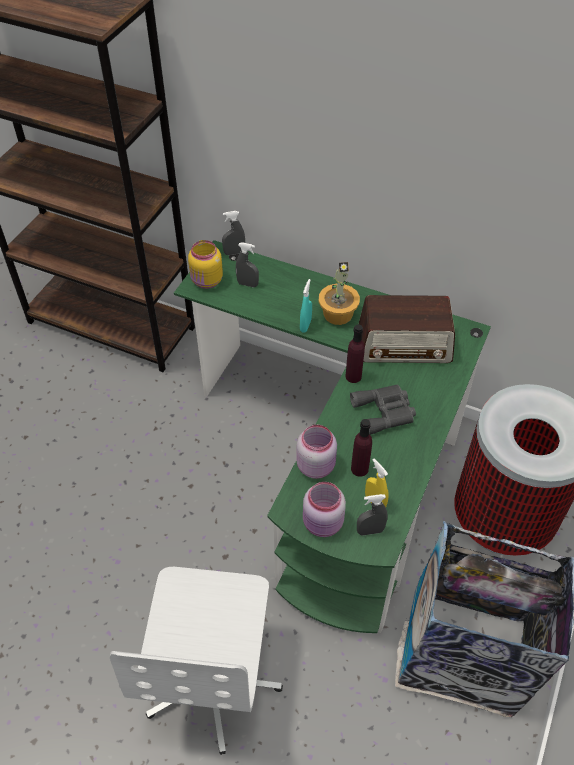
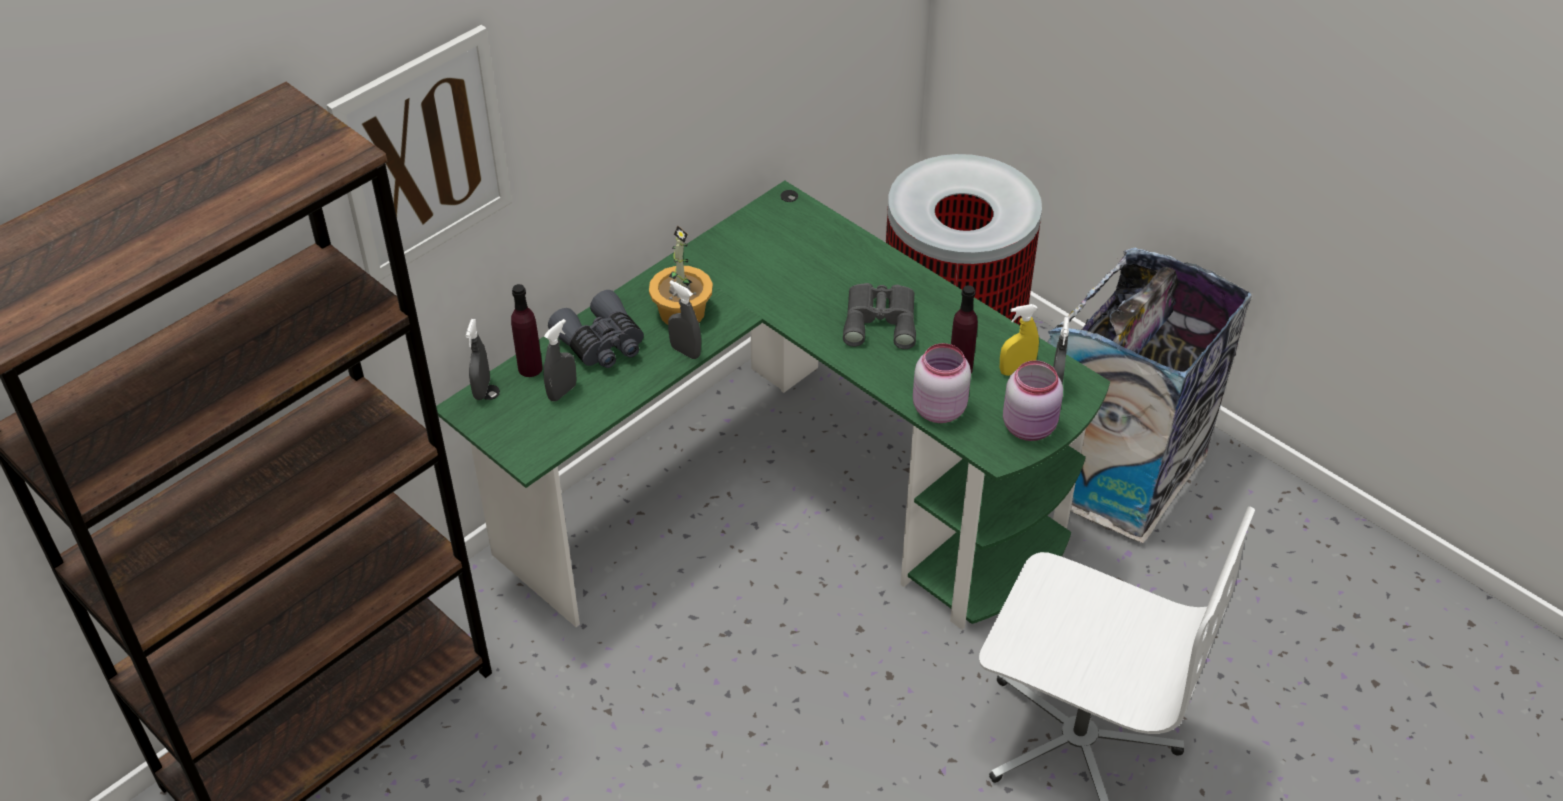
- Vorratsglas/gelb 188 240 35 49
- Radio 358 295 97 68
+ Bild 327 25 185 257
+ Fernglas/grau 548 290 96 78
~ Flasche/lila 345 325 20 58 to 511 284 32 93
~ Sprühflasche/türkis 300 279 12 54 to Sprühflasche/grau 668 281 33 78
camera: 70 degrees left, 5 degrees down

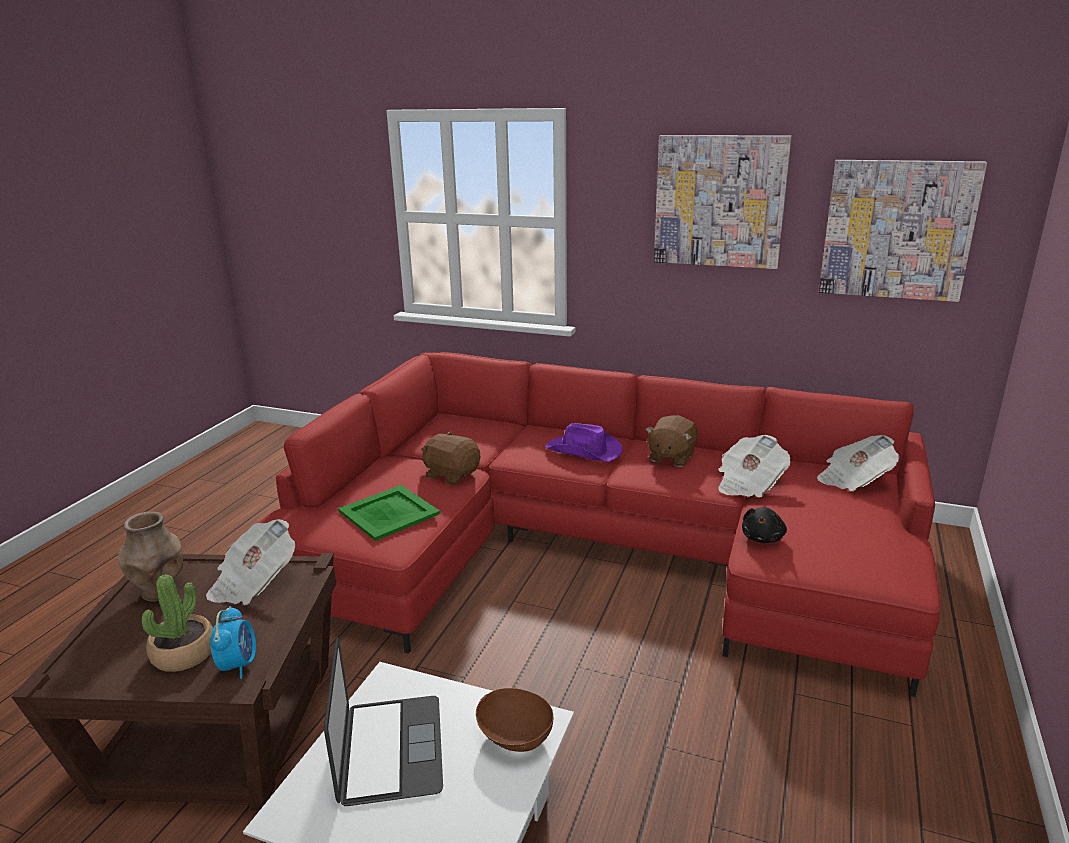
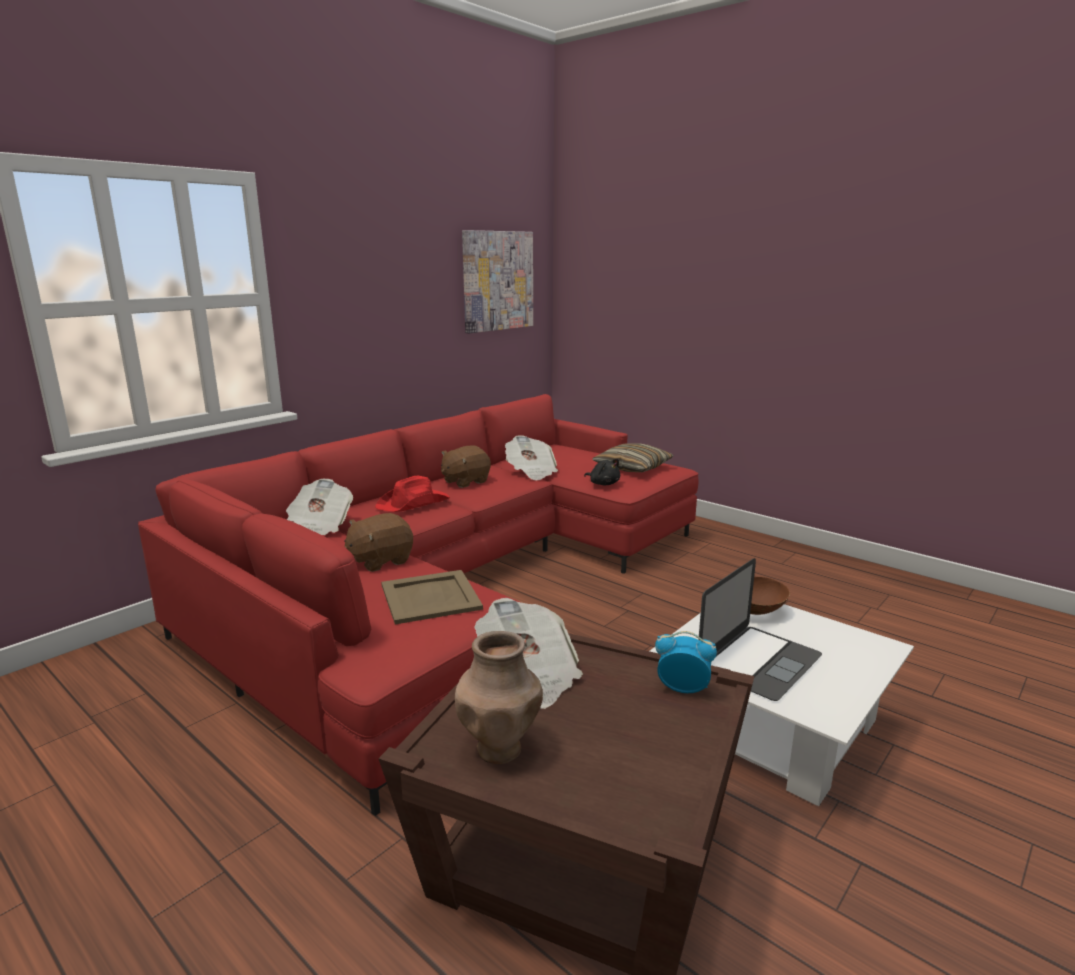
- Topfpflanze 142 574 71 98
- Bild 654 135 138 134
+ Kissen 592 443 82 29
~ Zeitung 817 435 82 56 to 286 479 67 56
~ Tablett/grün 338 485 102 56 to Tablett/beige 381 570 102 54
~ Hut/lila 545 423 77 39 to Hut/rot 375 476 75 36
~ Laptop 324 637 119 169 = 698 558 124 143 120 degrees clockwise
~ Plüschtier/braun 645 415 53 52 = 441 446 50 42 90 degrees clockwise
camera: 70 degrees left, 5 degrees down

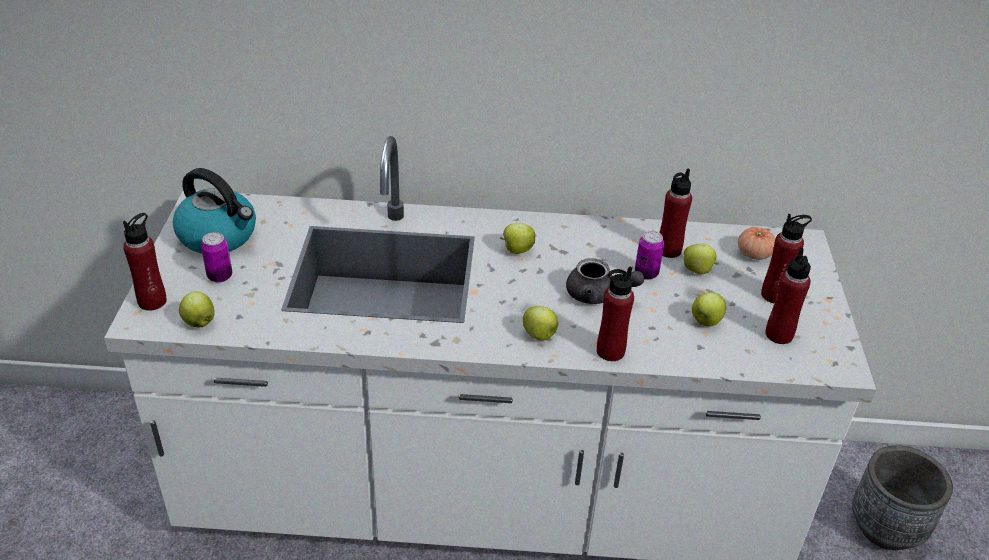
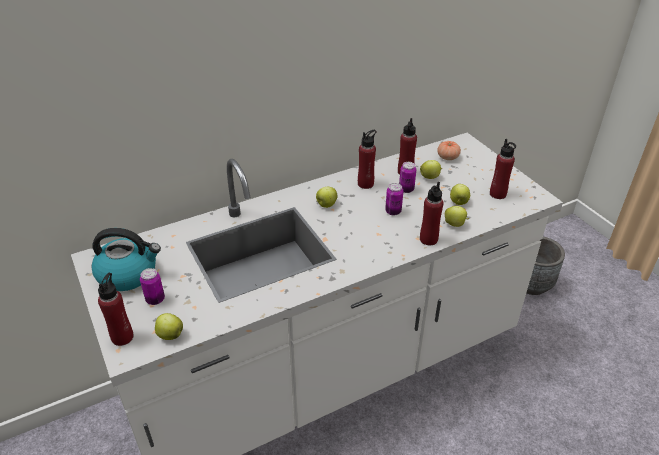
~ Apfel 523 306 35 34 to 445 206 24 21
~ Flasche/rot 761 214 51 89 to 358 130 19 59
~ Teekanne/grau 566 258 78 46 to Dose 385 183 18 32
camera: 30 degrees left, 0 degrees up

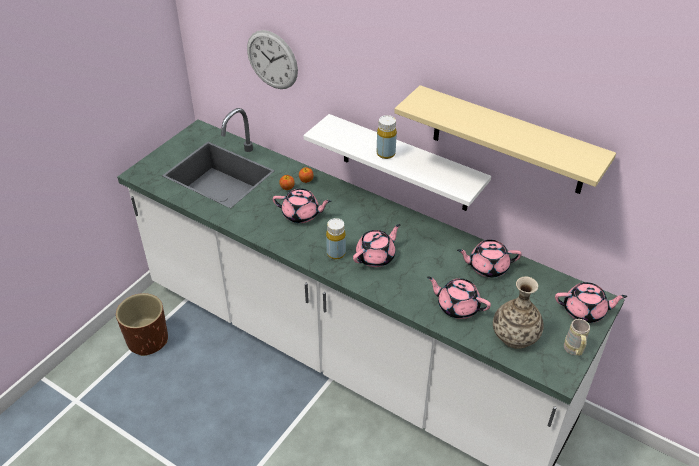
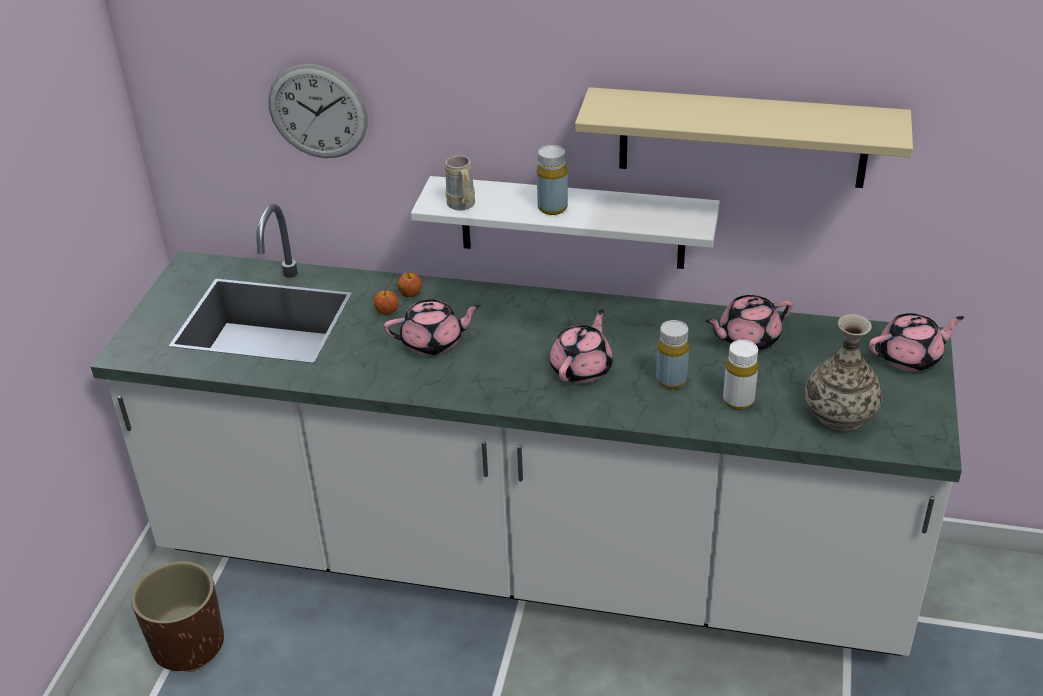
~ Flasche/gelb 326 218 20 41 to 656 320 33 69
~ Henkelbecher/beige 564 319 26 37 to 445 156 30 55
~ Teekanne/rosa 427 277 64 42 to Flasche/weiß 723 340 35 70
camera: 20 degrees left, 5 degrees down

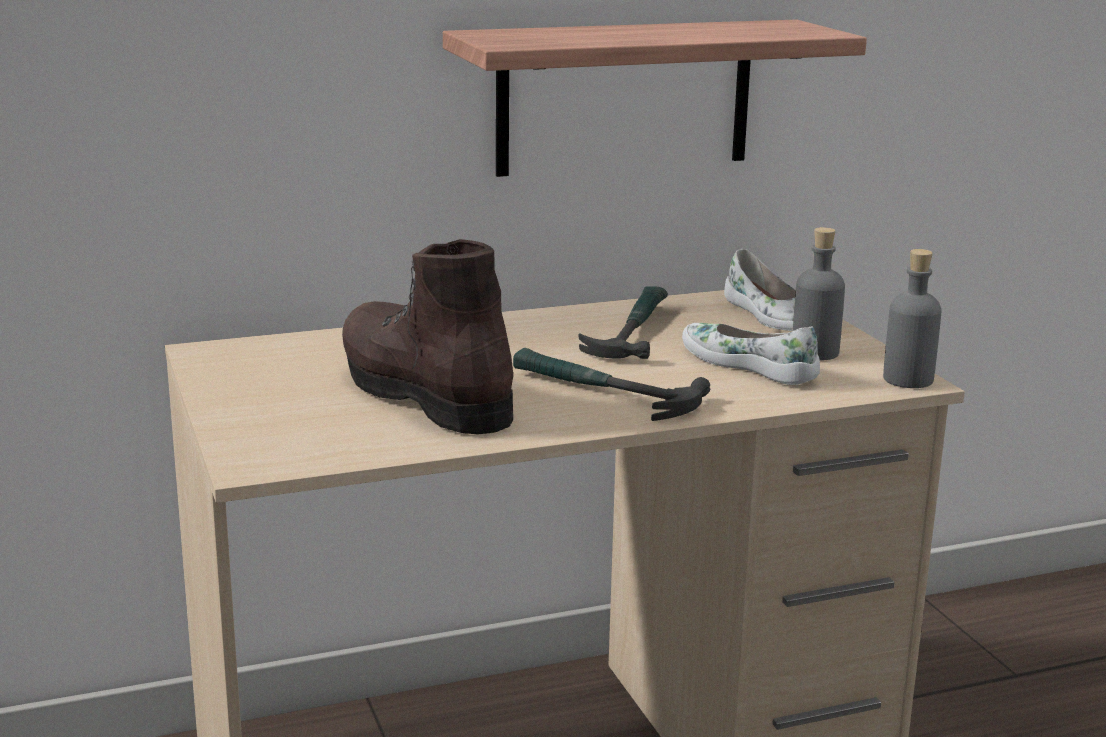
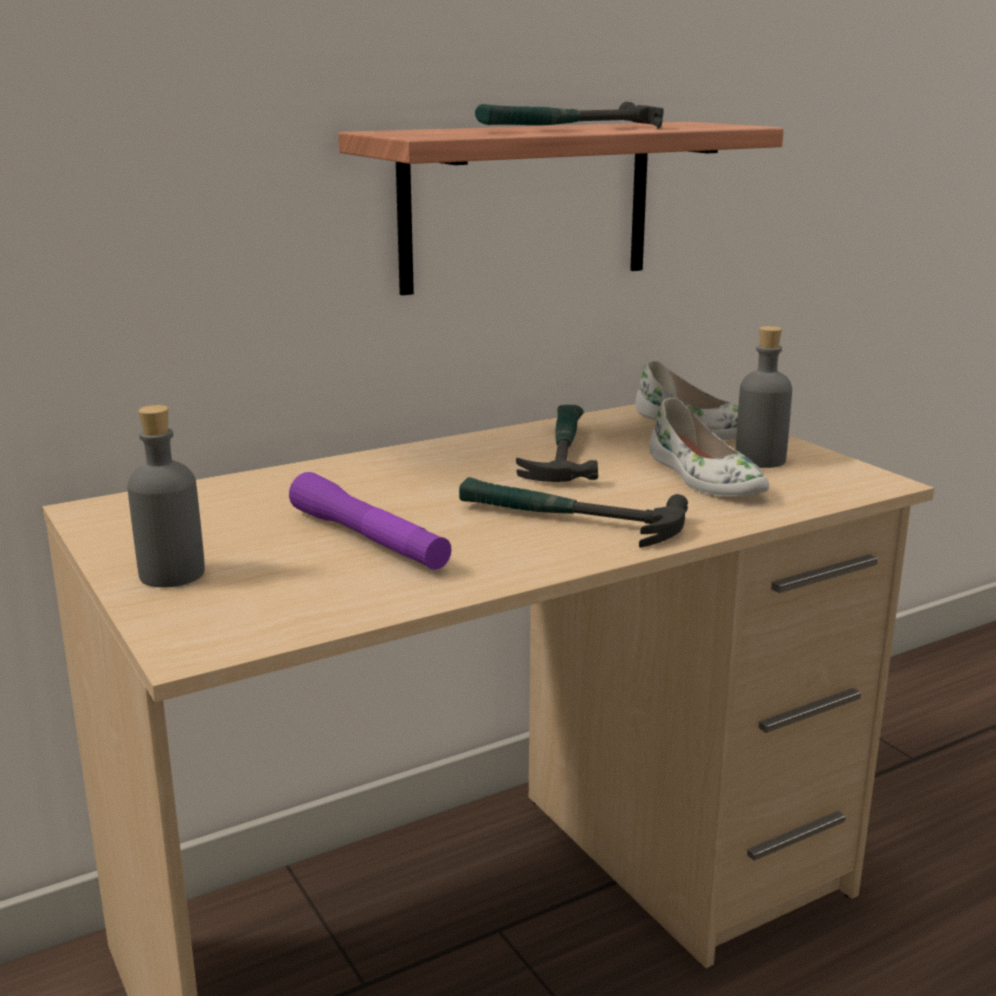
+ Hammer 475 102 189 27
~ Flasche/grau 883 249 59 139 to 127 405 78 182
~ Stiefel/braun 342 239 171 196 to Taschenlampe/lila 289 472 163 98
~ Schuh/weiß 682 323 138 62 = 649 398 120 99 150 degrees counterclockwise
camera: 10 degrees left, 0 degrees up

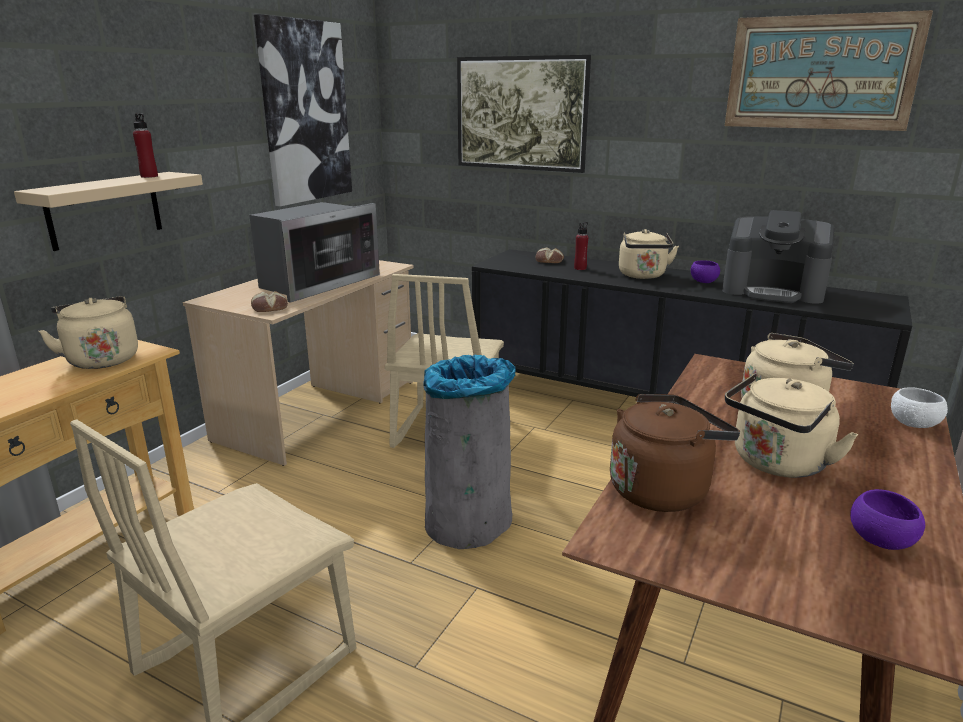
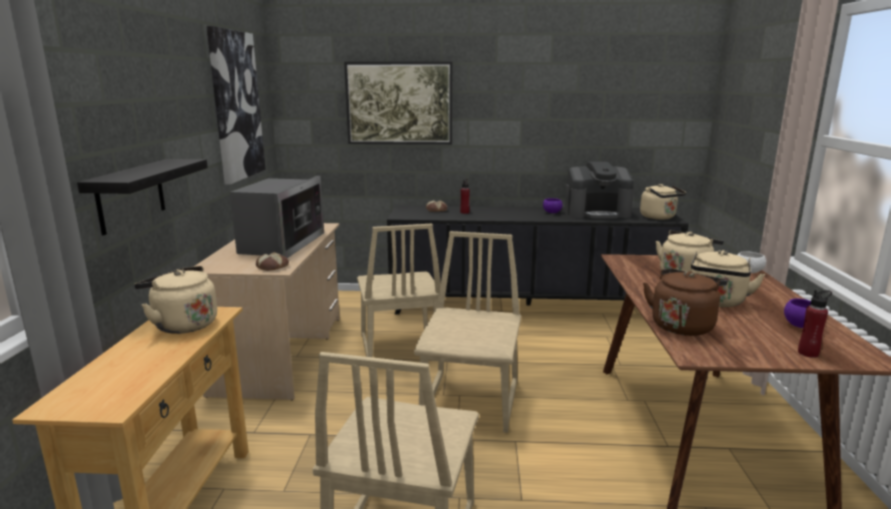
- Bild 725 10 208 121
~ Flasche/rot 133 114 25 64 to 798 290 34 68
~ Wasserkessel/beige 619 229 60 50 to 640 184 46 36
~ Mülleimer/grau 423 354 93 195 to Stuhl/beige 414 231 107 202
~ Wandregal/beige 14 172 189 79 to Wandregal/schwarz 77 159 131 76
camera: 25 degrees left, 5 degrees down

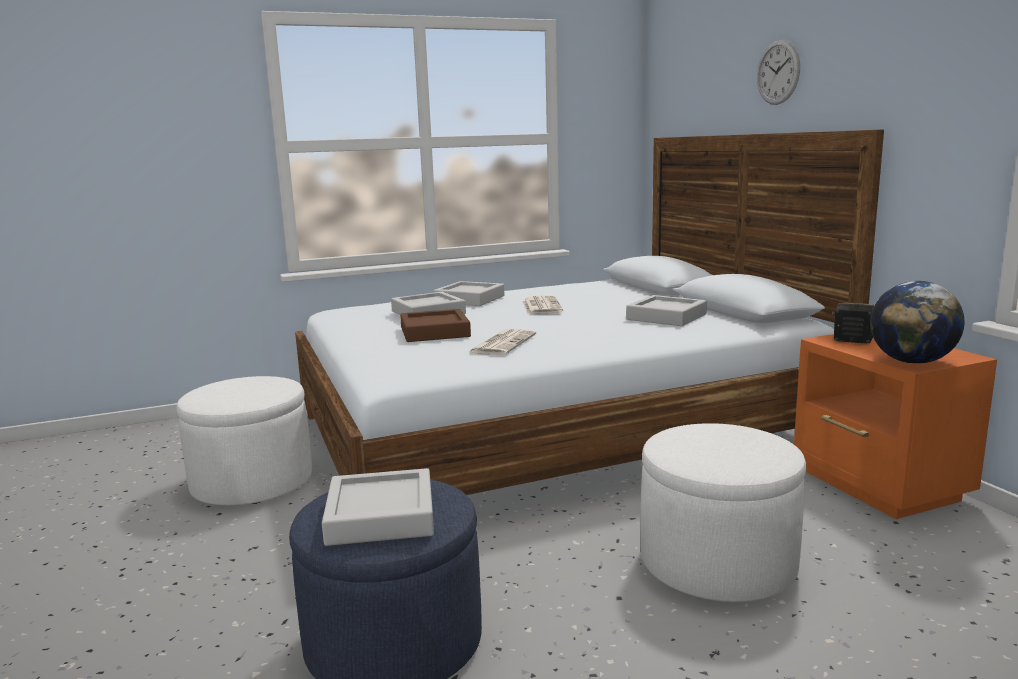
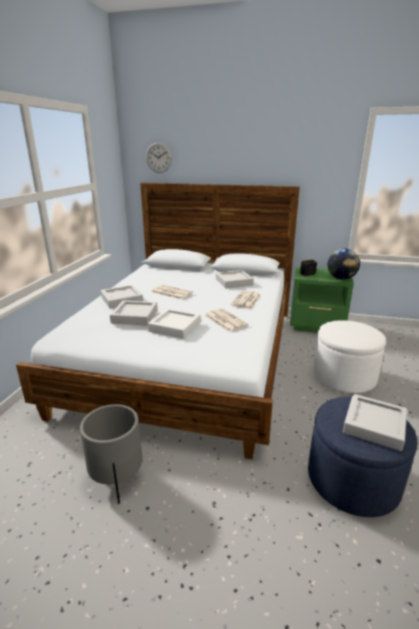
+ Zeitung 231 290 30 19
~ Wanduhr 757 40 43 65 to 146 142 26 31
~ Polsterhocker/weiß 176 376 136 130 to Pflanzkübel/grau 80 404 63 100
~ Tablett/braun 400 309 71 33 to Tablett/weiß 148 308 53 31
~ Nachttisch/orange 794 334 203 185 to Nachttisch/grün 290 267 64 66
camera: 55 degrees left, 10 degrees up

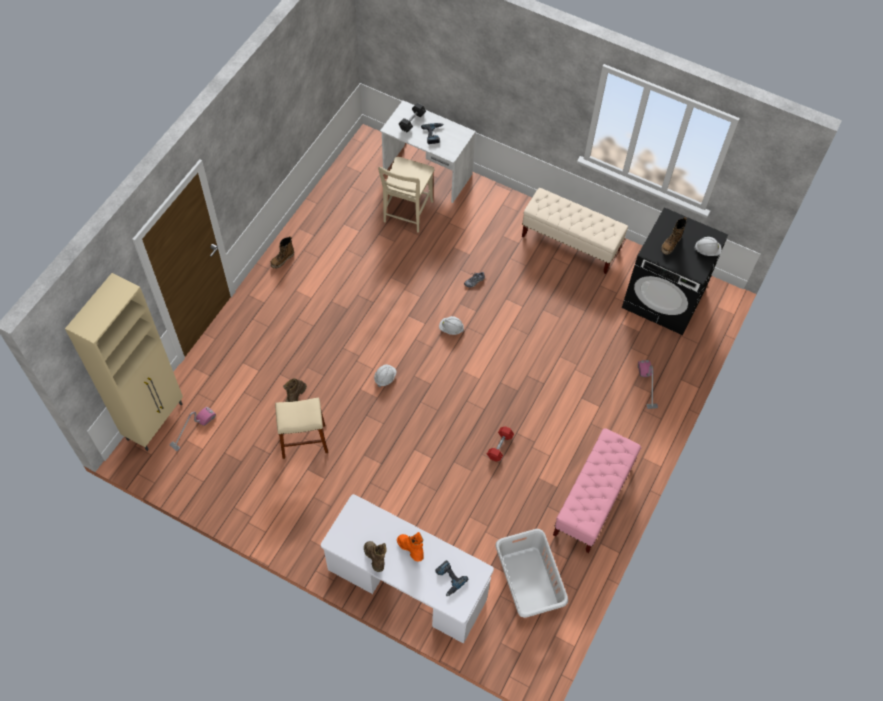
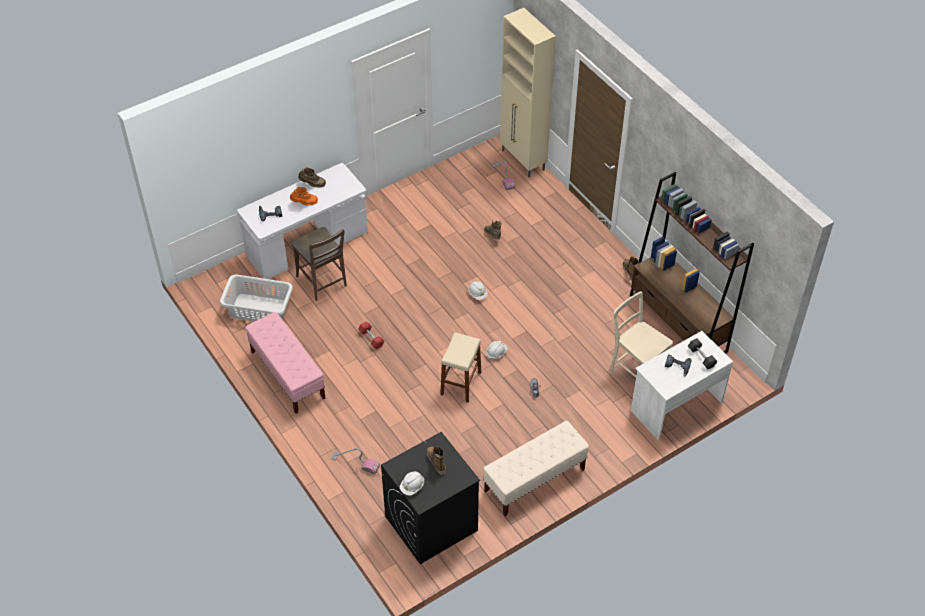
+ Stuhl/braun 291 227 56 74
+ Bücherregal/braun 630 172 124 181
~ Hocker/beige 275 397 53 62 to 440 332 41 71
camera: 120 degrees right, 10 degrees down

